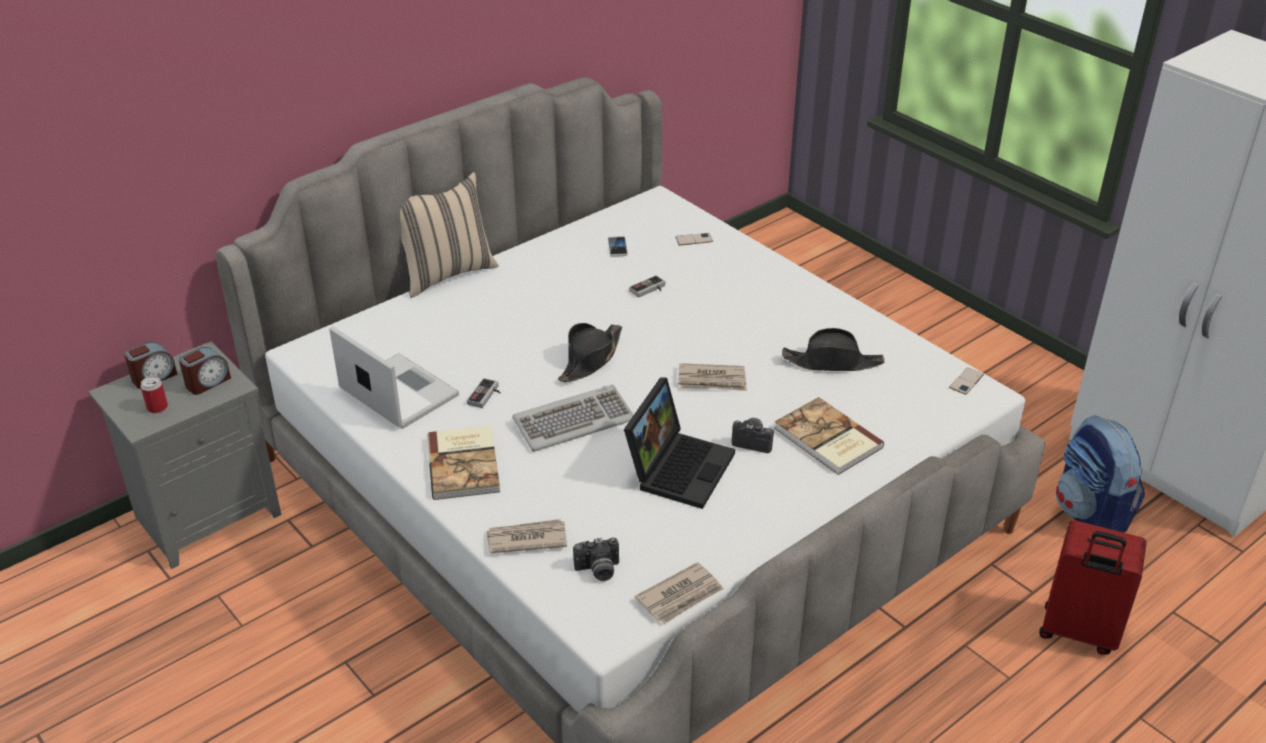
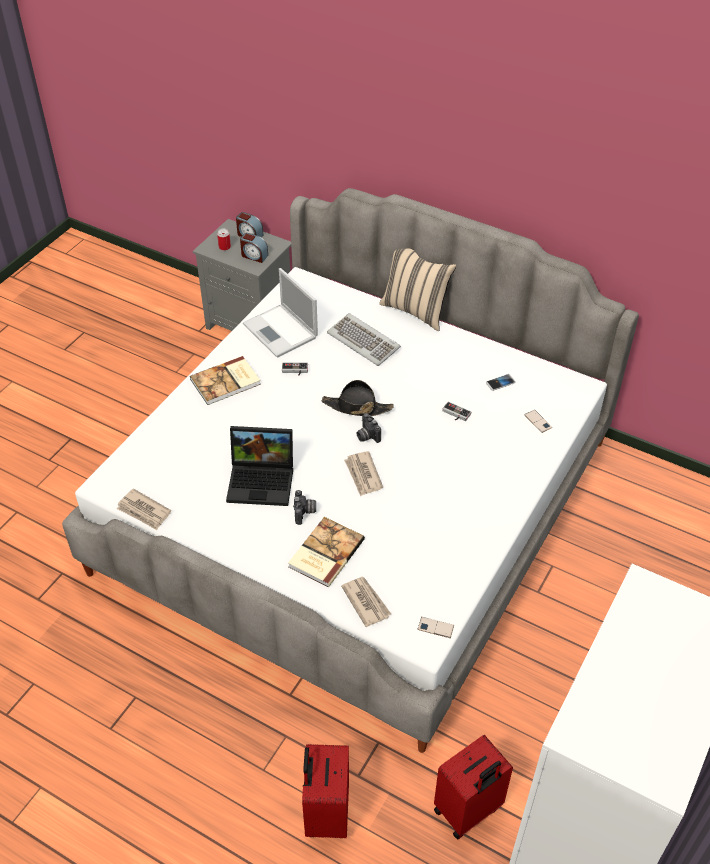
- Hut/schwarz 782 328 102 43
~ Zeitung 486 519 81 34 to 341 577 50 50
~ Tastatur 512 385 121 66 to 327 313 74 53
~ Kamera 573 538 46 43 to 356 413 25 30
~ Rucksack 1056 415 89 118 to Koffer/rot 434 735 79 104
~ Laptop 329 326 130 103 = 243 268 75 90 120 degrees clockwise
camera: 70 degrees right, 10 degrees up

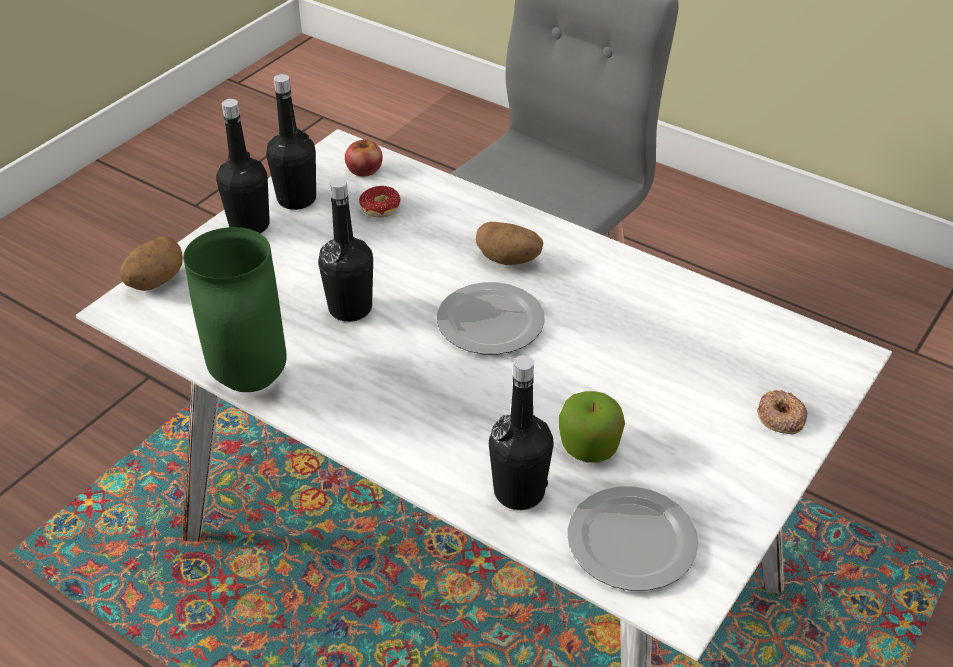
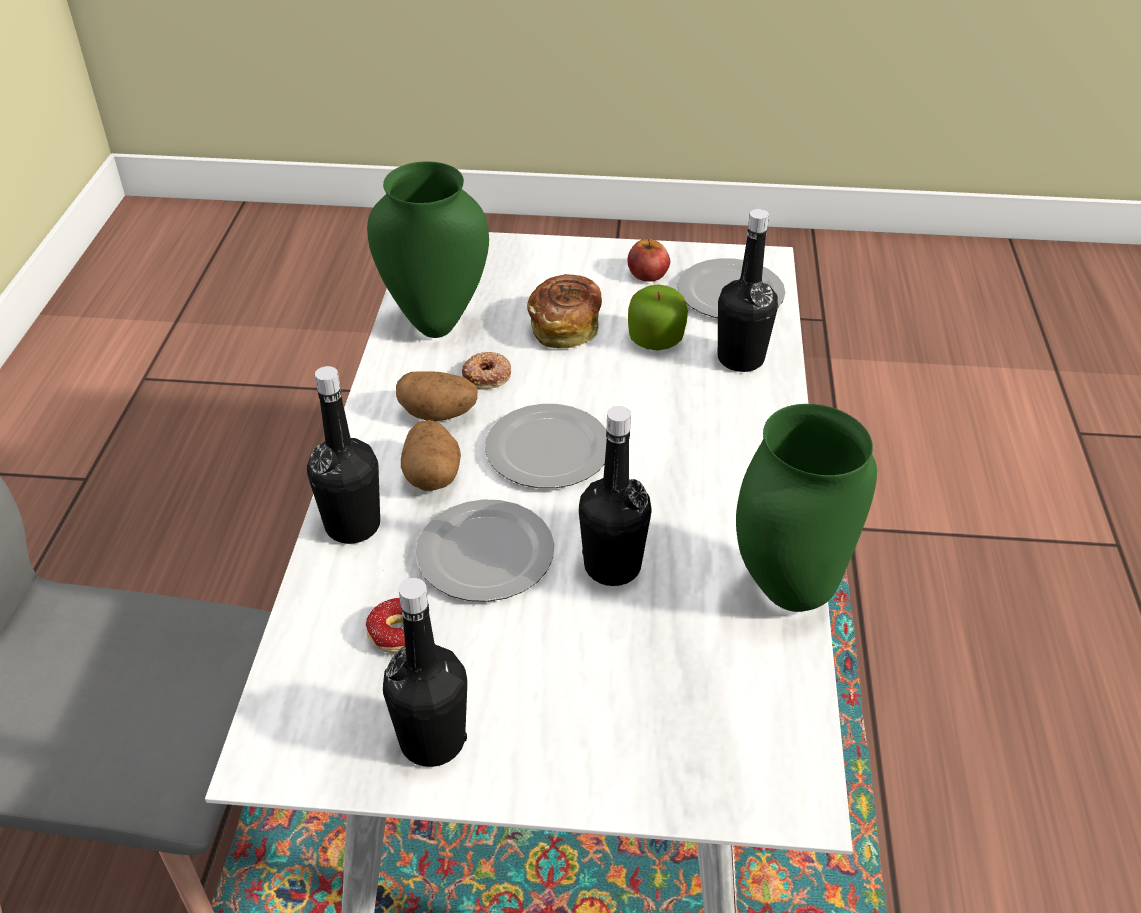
+ Vase/grün 367 161 122 177
+ Teller 416 499 138 103
+ Brot 527 274 75 74
~ Kartoffel 120 236 63 55 to 396 371 82 50
~ Flasche/schwarz 216 99 54 134 to 307 366 73 178
~ Apfel 345 140 38 37 to 627 237 43 45
~ Donut 757 390 51 44 to 462 352 49 38
camera: 120 degrees left, 0 degrees up

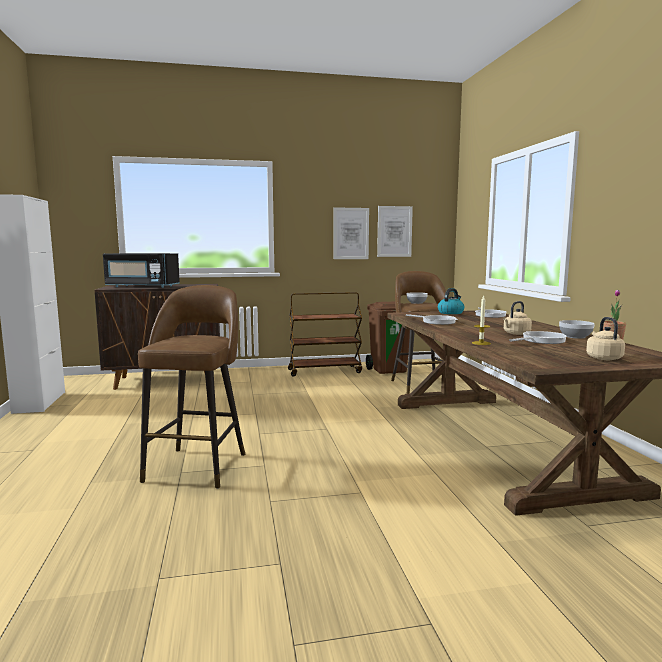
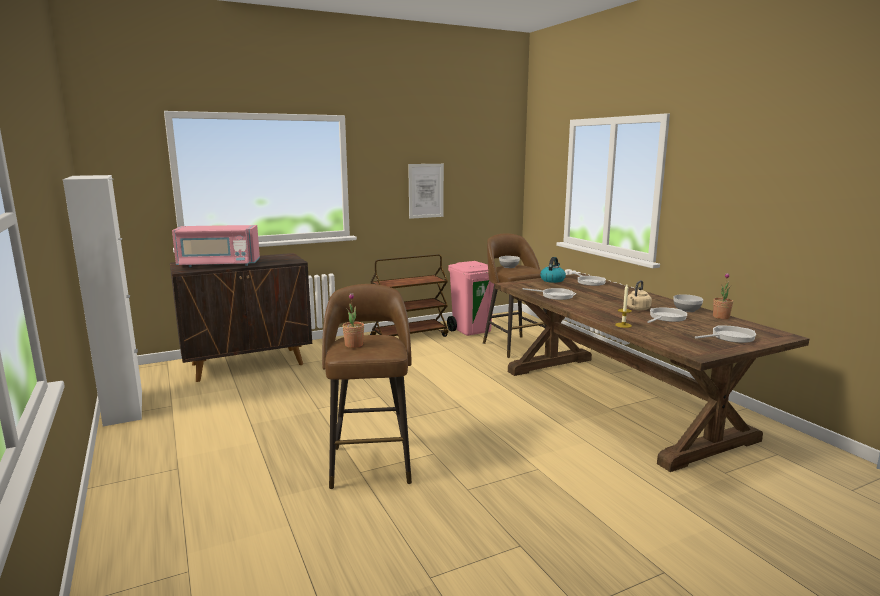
- Bild 377 206 36 51
+ Topfpflanze 342 293 22 55
~ Wasserkessel/beige 586 317 39 43 to Pfanne 695 325 61 18
~ Mikrowelle/schwarz 103 253 77 35 to Mikrowelle/rosa 172 225 88 42
~ Mülleimer/braun 366 302 44 72 to Mülleimer/rosa 447 261 47 75
camera: 15 degrees left, 5 degrees up

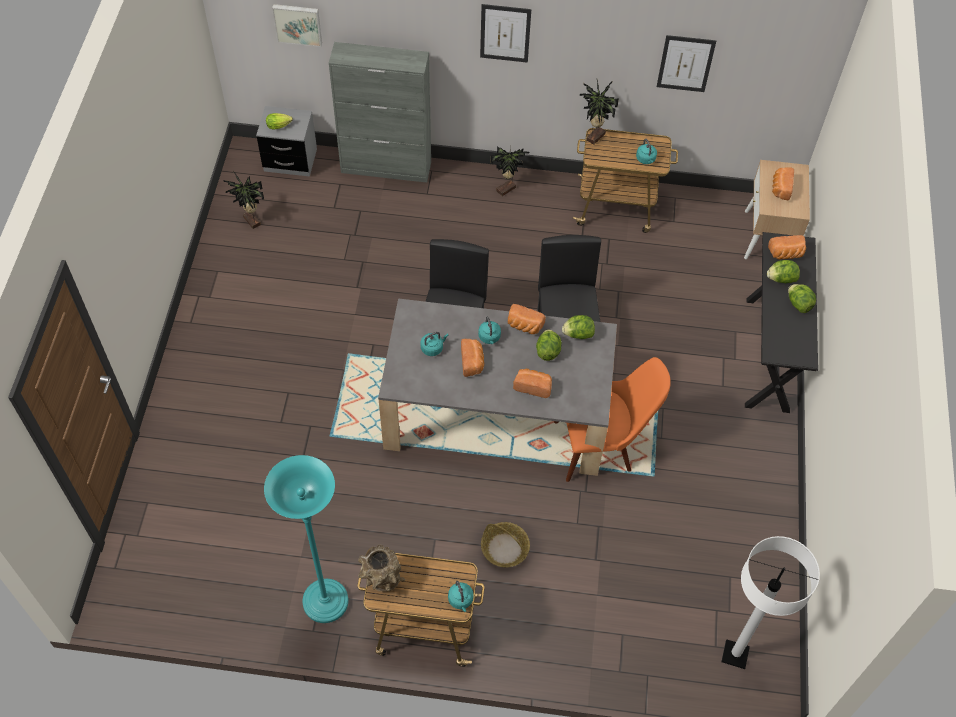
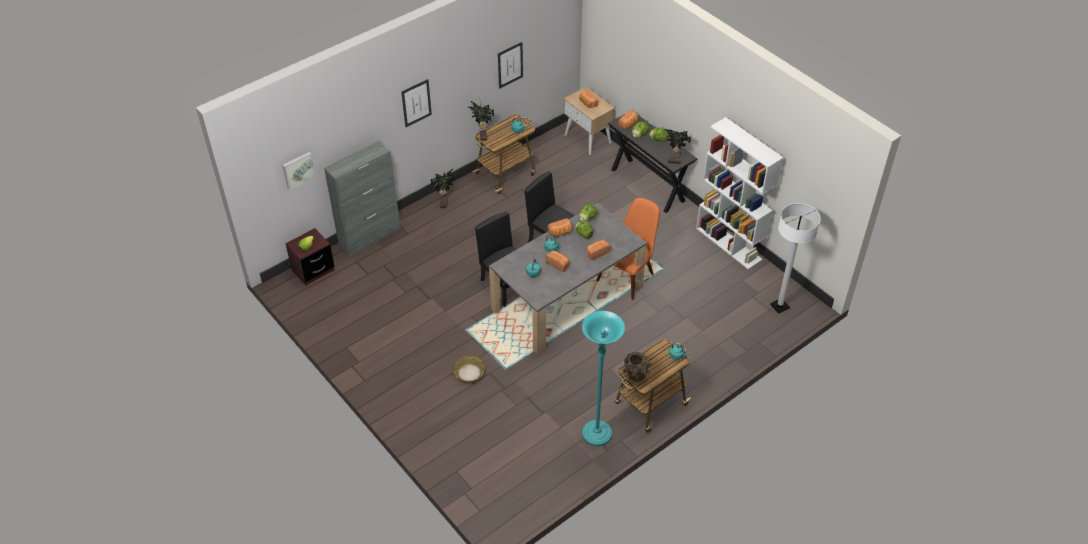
+ Bücherregal/weiß 696 117 88 152
~ Topfpflanze 223 171 41 58 to 664 129 27 35
~ Korb 481 522 49 45 to 453 356 32 26
~ Nachttisch/grau 256 106 61 71 to Nachttisch/braun 285 228 50 58
camera: 45 degrees left, 10 degrees down

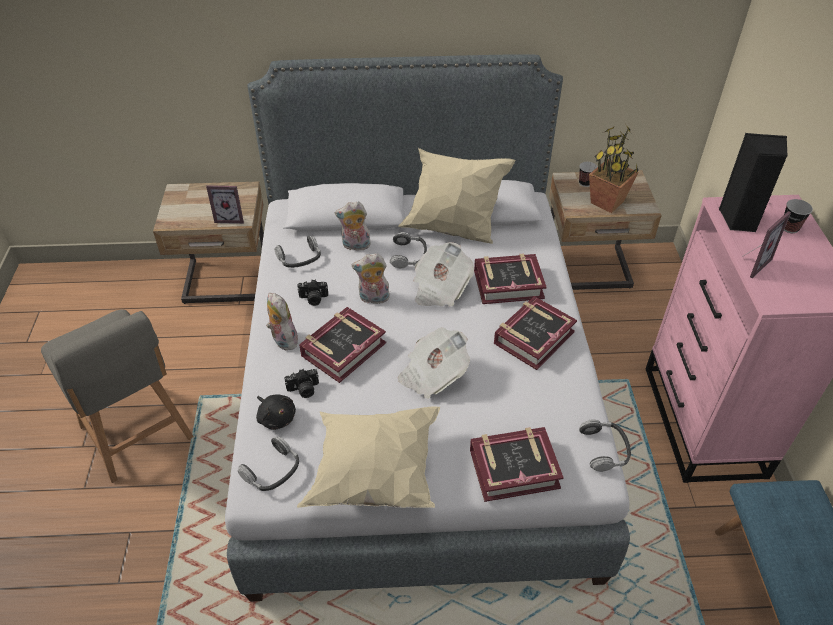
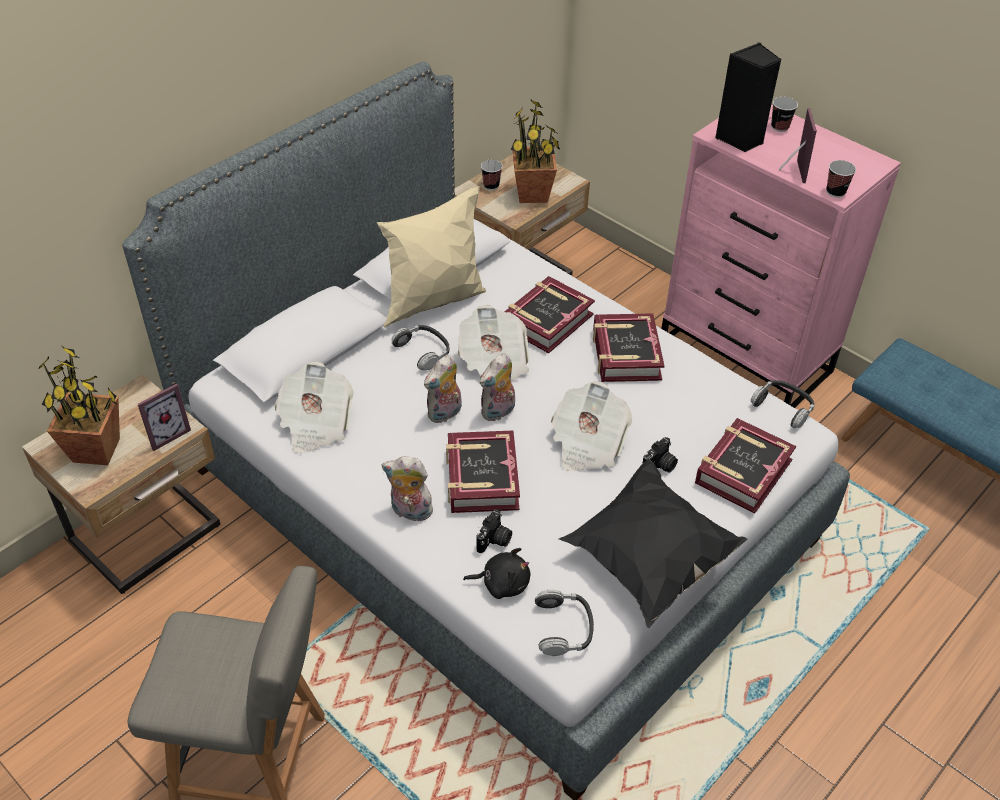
+ Topfpflanze 39 346 81 119
+ Tasse 826 160 30 38
~ Kamera 297 279 31 27 to 642 437 36 36
~ Plüschtier 335 201 37 50 to 480 353 35 69
~ Kopfhörer 274 236 47 32 to Zeitung 275 362 79 92
~ Kissen/beige 297 406 143 102 to Kissen/schwarz 559 459 188 169
camera: 45 degrees left, 0 degrees up

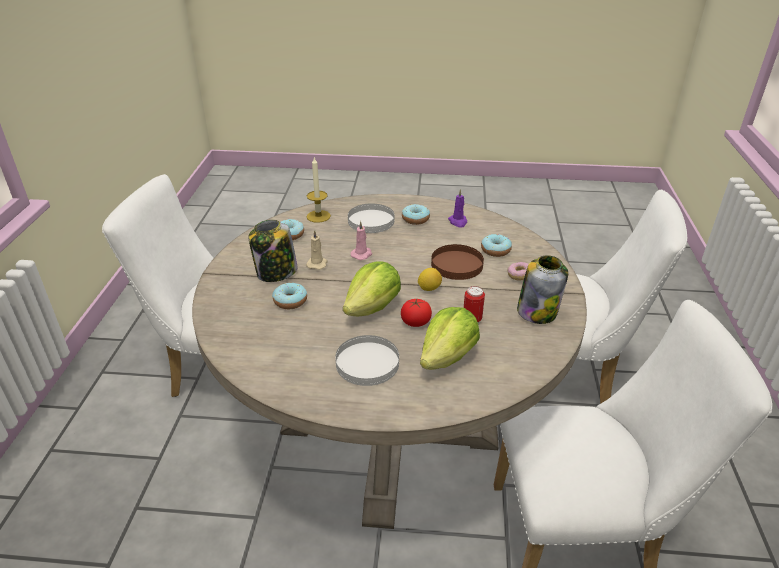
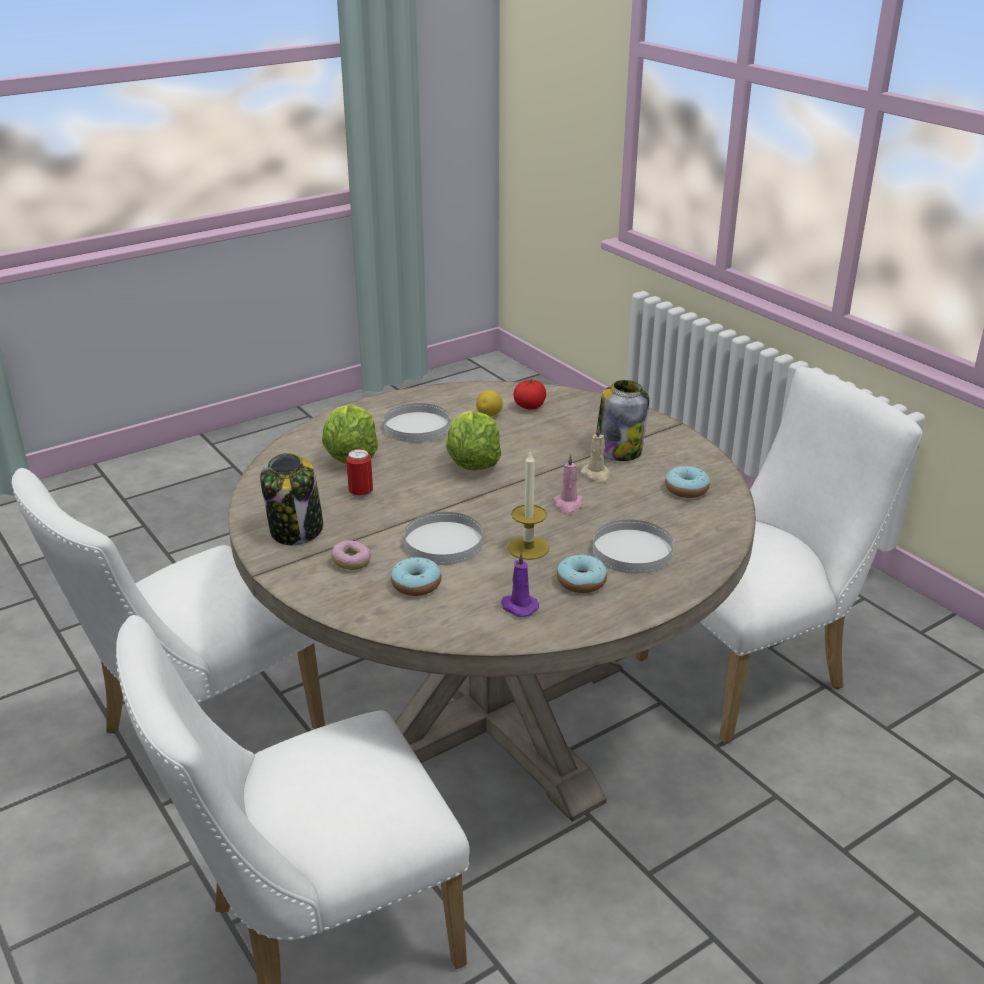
- Donut 272 283 35 26
~ Kerze 307 158 24 65 to 508 450 41 110
~ Tomate 401 299 31 28 to 513 379 33 31
~ Zitrone 418 268 24 23 to 476 390 27 27
~ Teller/braun 431 244 53 36 to Teller/weiß 404 512 79 53
camera: 140 degrees right, 5 degrees down

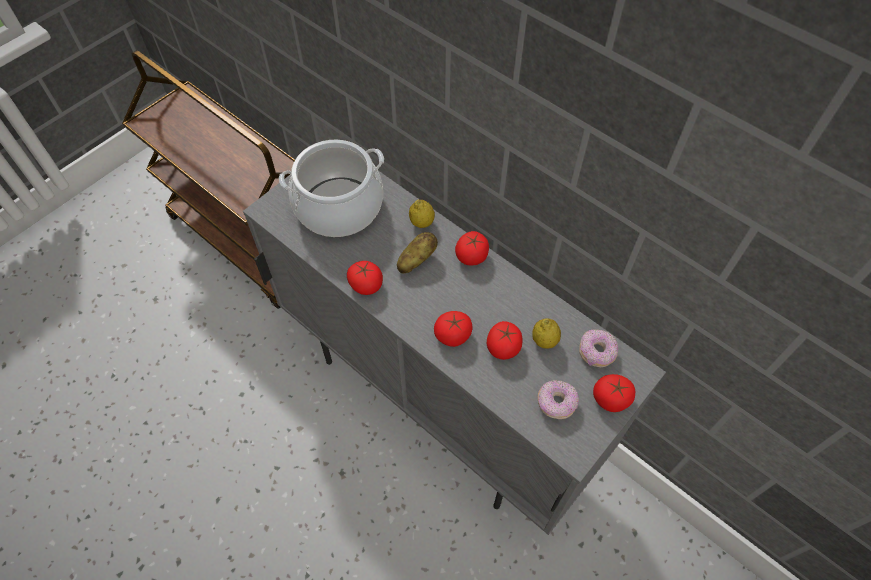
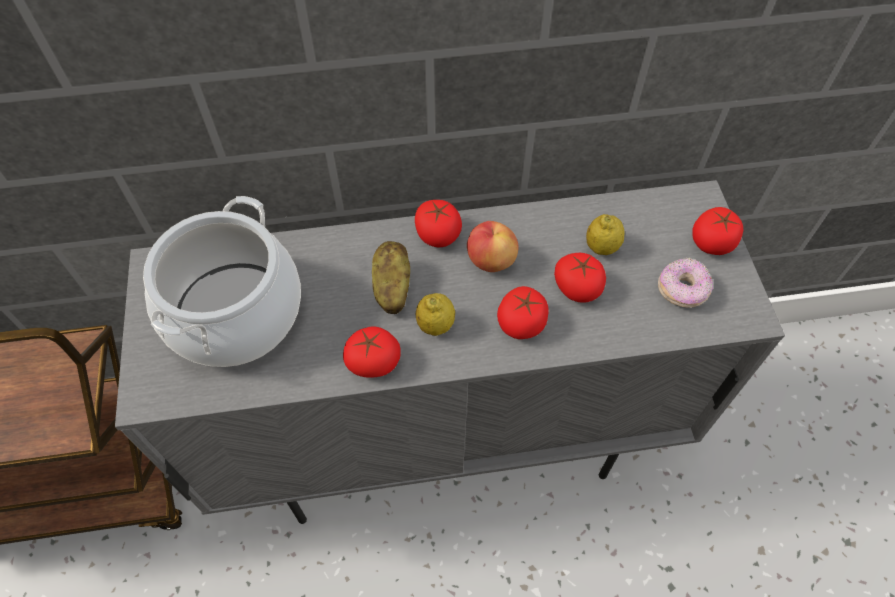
- Donut 579 329 39 38
+ Apfel 467 221 51 51
~ Zitrone 409 199 26 29 to 416 293 39 43
camera: 50 degrees left, 0 degrees up

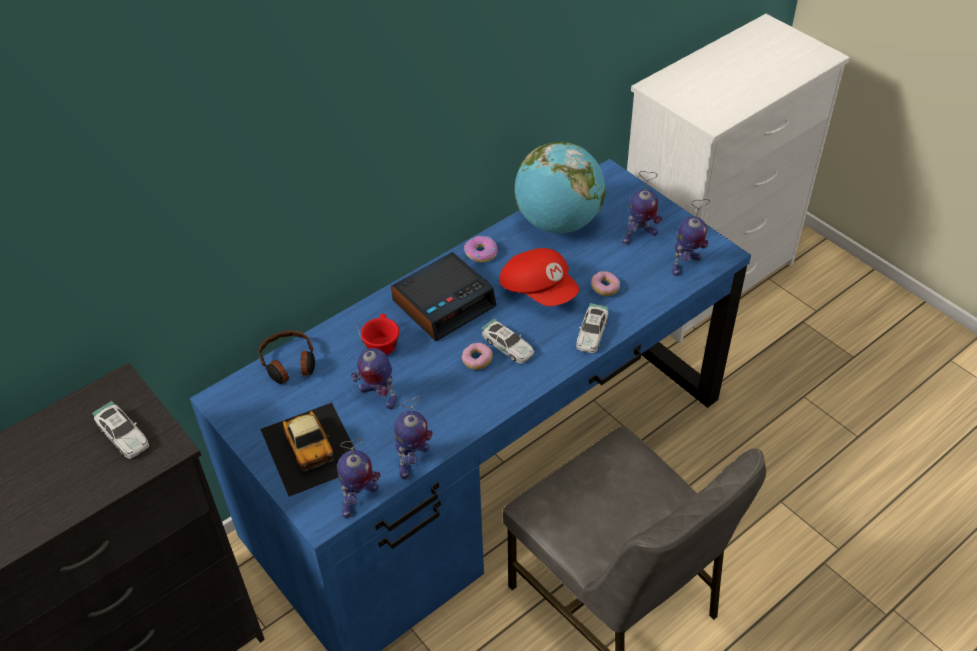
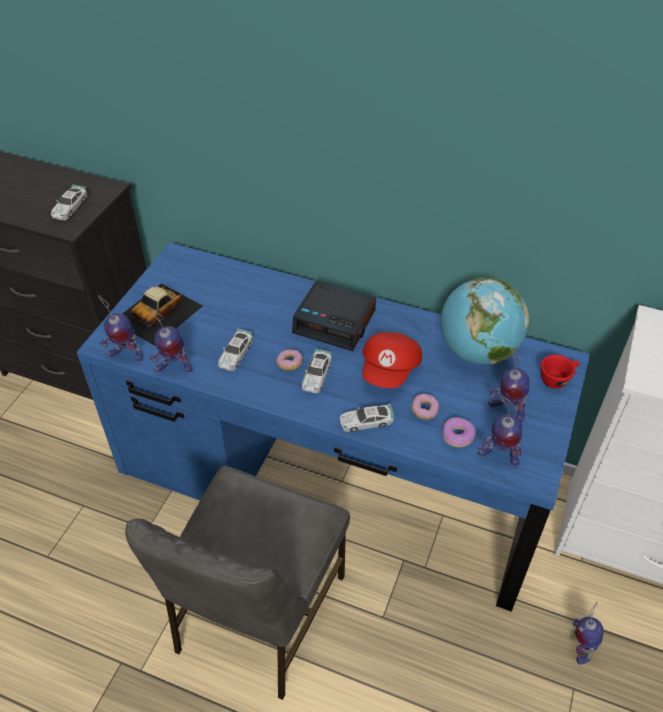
- Kopfhörer 259 331 56 53
+ Spielzeugauto 218 328 35 43
~ Spielzeugroboter 351 326 46 84 to 573 602 31 63
~ Tasse/rot 361 314 38 41 to 541 355 38 34
~ Donut 464 236 34 27 to 442 417 34 30
camera: 60 degrees right, 0 degrees up

